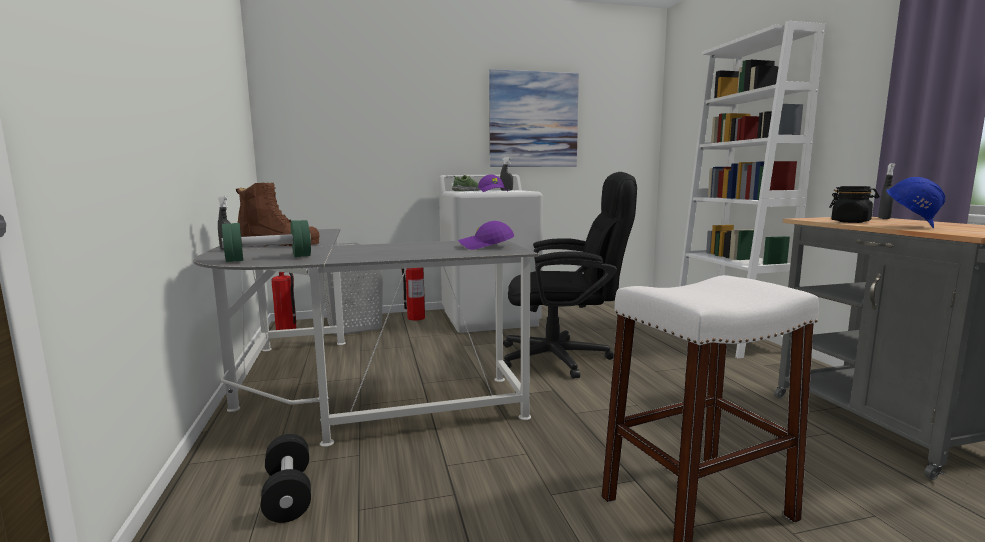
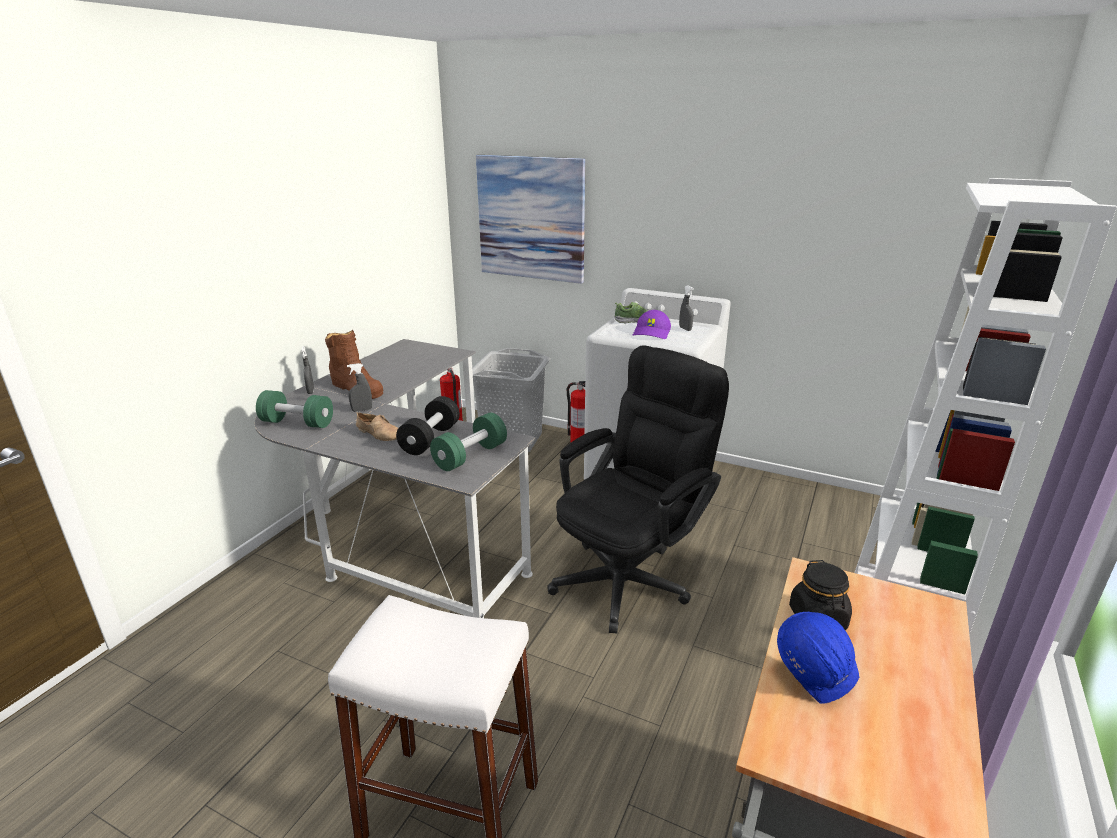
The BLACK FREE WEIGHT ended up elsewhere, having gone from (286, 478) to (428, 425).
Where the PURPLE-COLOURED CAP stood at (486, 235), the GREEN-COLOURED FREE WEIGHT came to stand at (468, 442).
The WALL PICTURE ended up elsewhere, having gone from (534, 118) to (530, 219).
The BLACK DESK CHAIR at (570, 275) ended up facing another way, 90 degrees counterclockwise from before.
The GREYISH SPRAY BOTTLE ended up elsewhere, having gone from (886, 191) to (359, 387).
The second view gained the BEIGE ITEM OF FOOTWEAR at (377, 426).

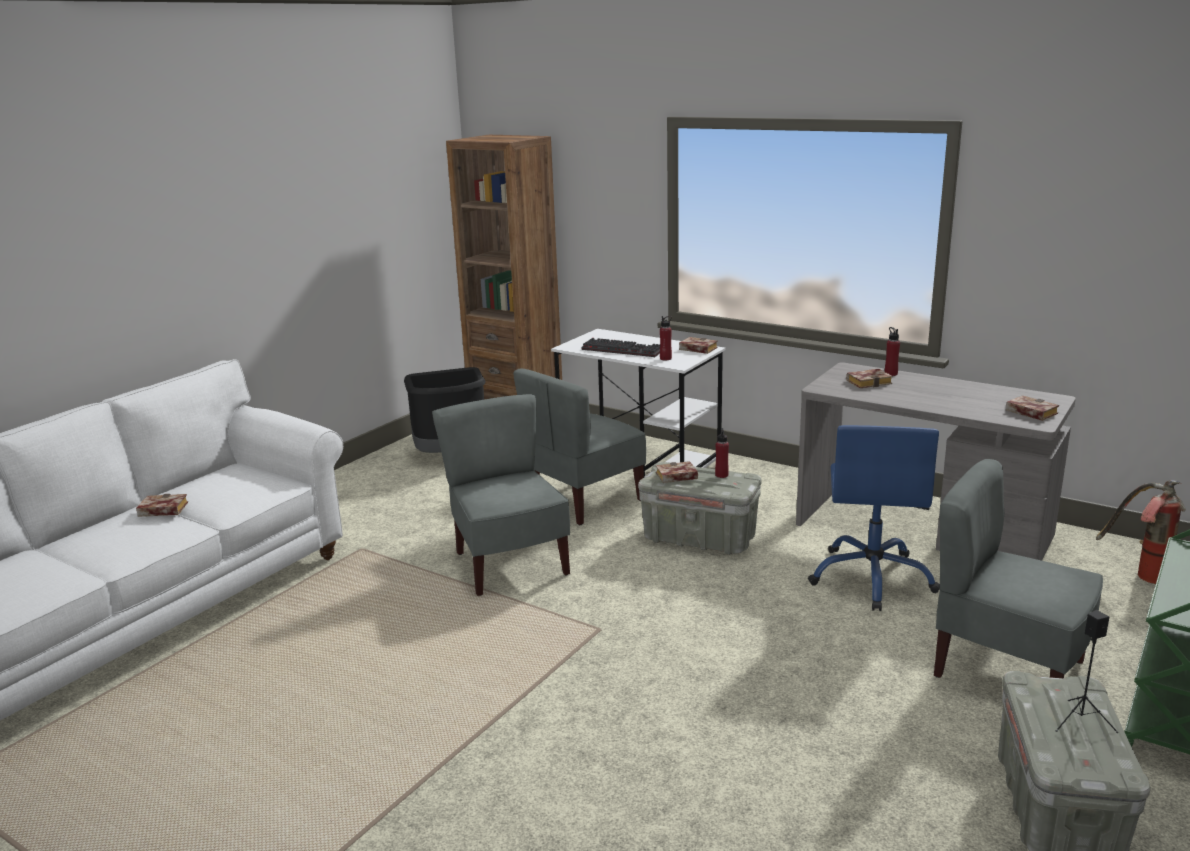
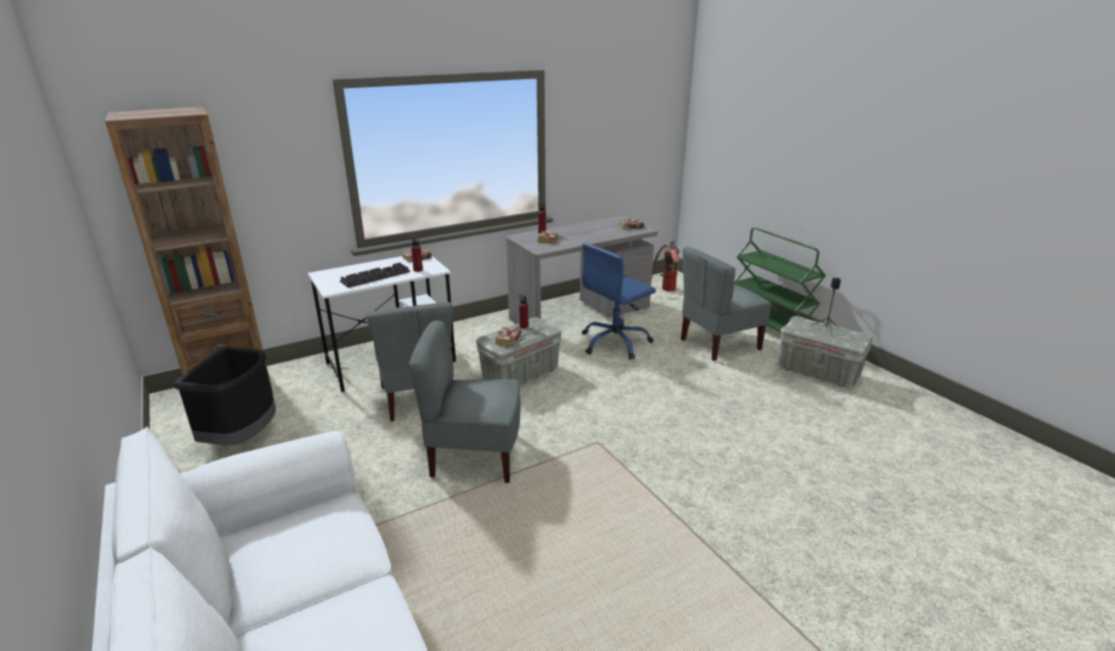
The second view lost the BOUND BOOK at (162, 505).
The BLUE-COLOURED DESK CHAIR at (874, 518) ended up facing another way, 105 degrees clockwise from before.

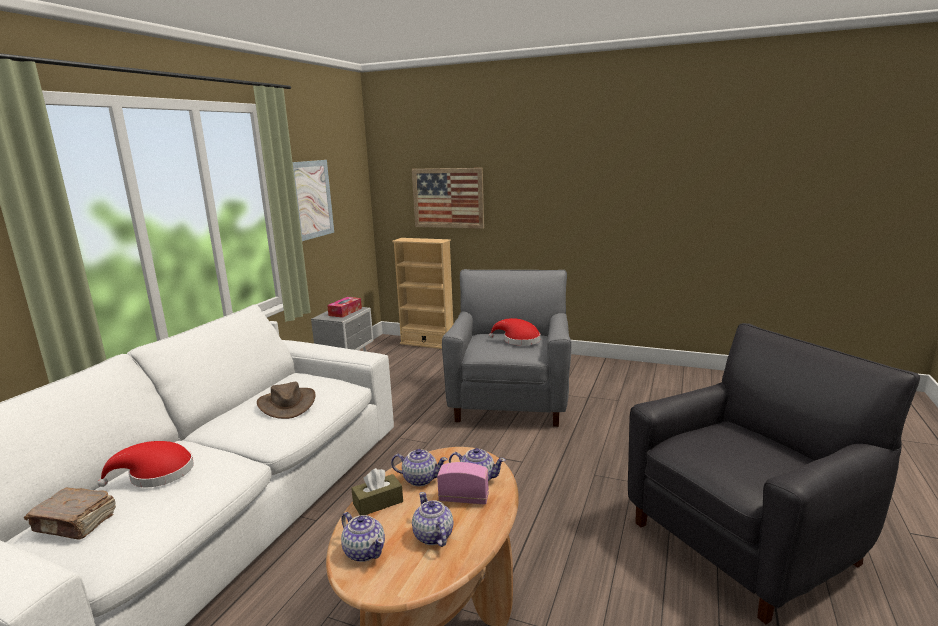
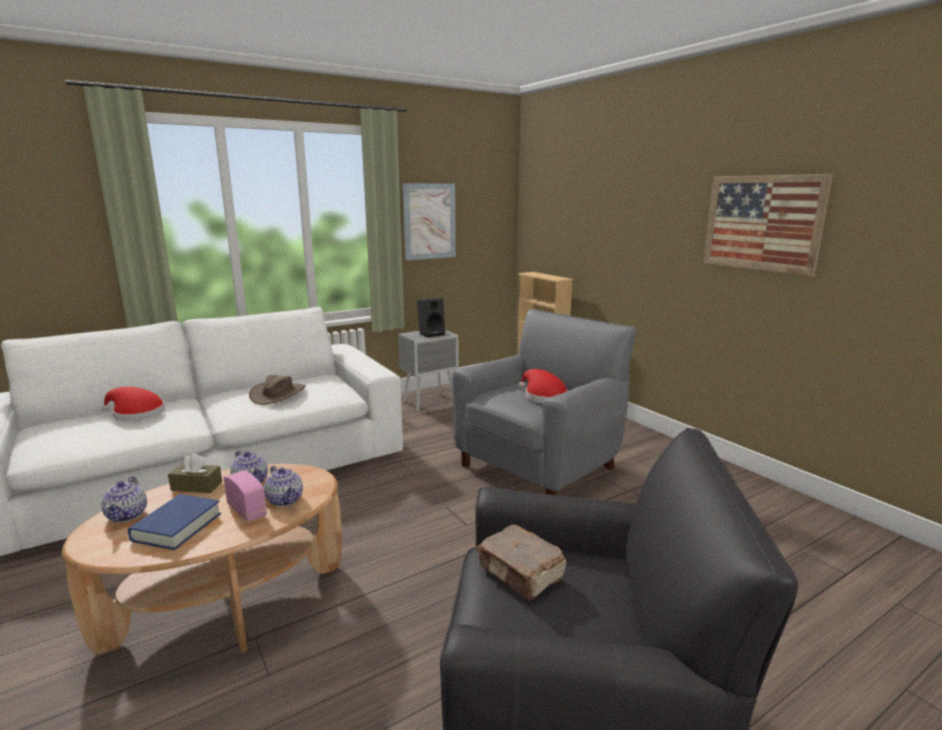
The BROWN-COLOURED BOUND BOOK ended up elsewhere, having gone from (70, 513) to (521, 562).
Where the TISSUE HOLDER stood at (344, 307), the BLACK LOUDSPEAKER came to stand at (431, 317).
The WALL PICTURE ended up elsewhere, having gone from (448, 198) to (768, 225).
Where the TEAPOT stood at (432, 519), the BLUE-COLOURED BOUND BOOK came to stand at (174, 522).

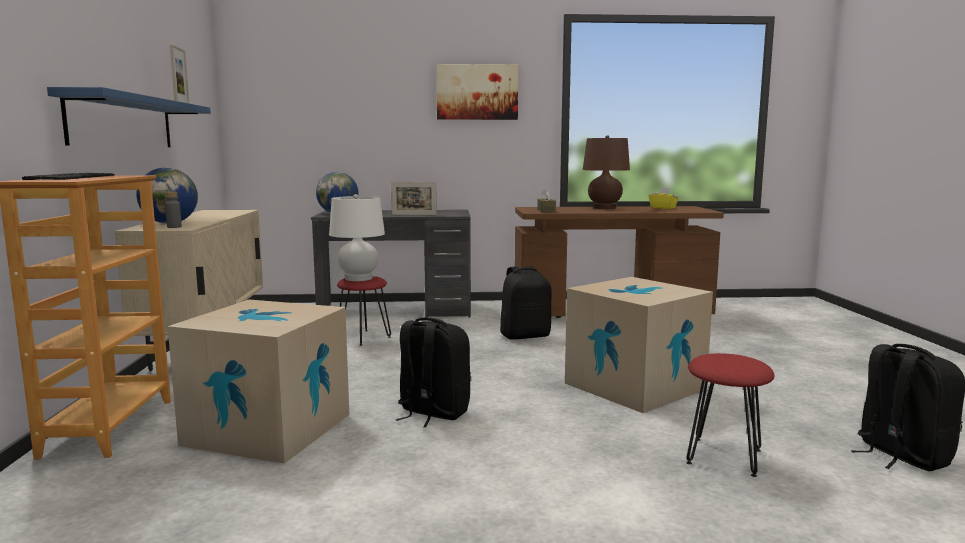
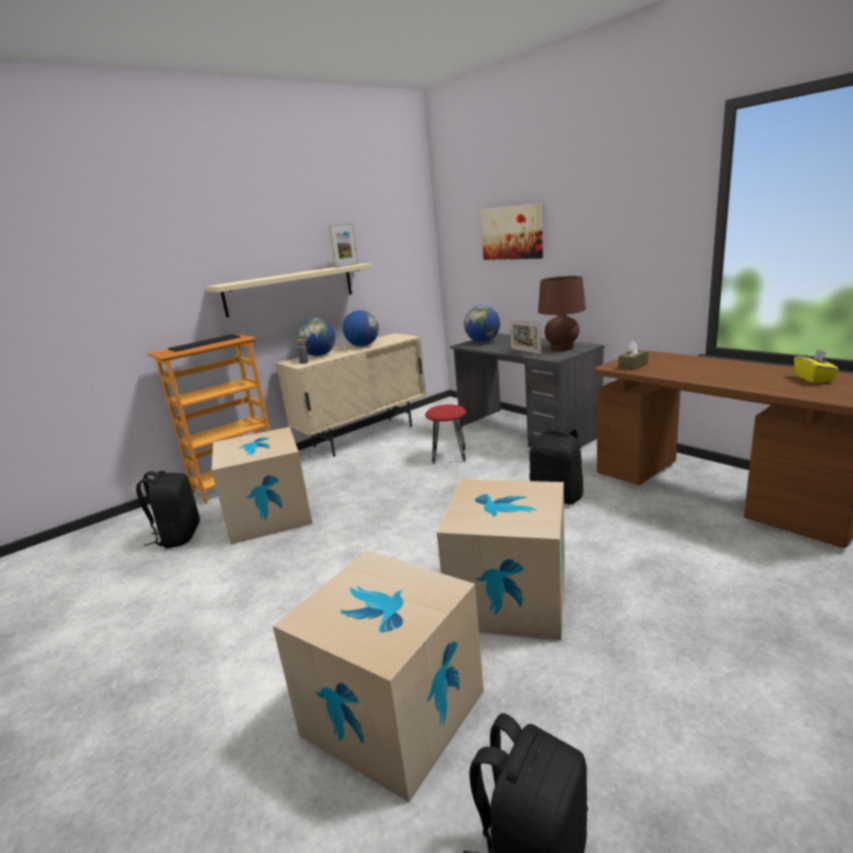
What was the BLUE-COLOURED SHELF at (129, 117) turned into the BEIGE SHELF at (289, 291).
The second view lost the WHITE-COLOURED LAMP FOR A TABLE at (357, 237).
The BLACK RUCKSACK ended up elsewhere, having gone from (433, 372) to (168, 509).
The WALL PICTURE ended up elsewhere, having gone from (477, 92) to (512, 231).
The BROWN-COLOURED LAMP FOR A TABLE ended up elsewhere, having gone from (606, 172) to (562, 313).
Where the RED-COLOURED STOOL stood at (730, 415), the CARTON came to stand at (378, 676).
The second view gained the GLOBE at (361, 328).

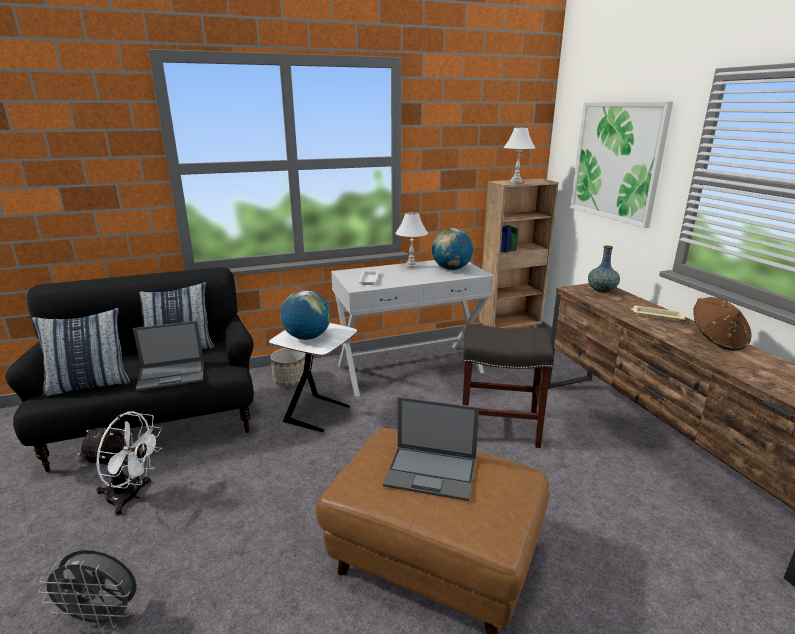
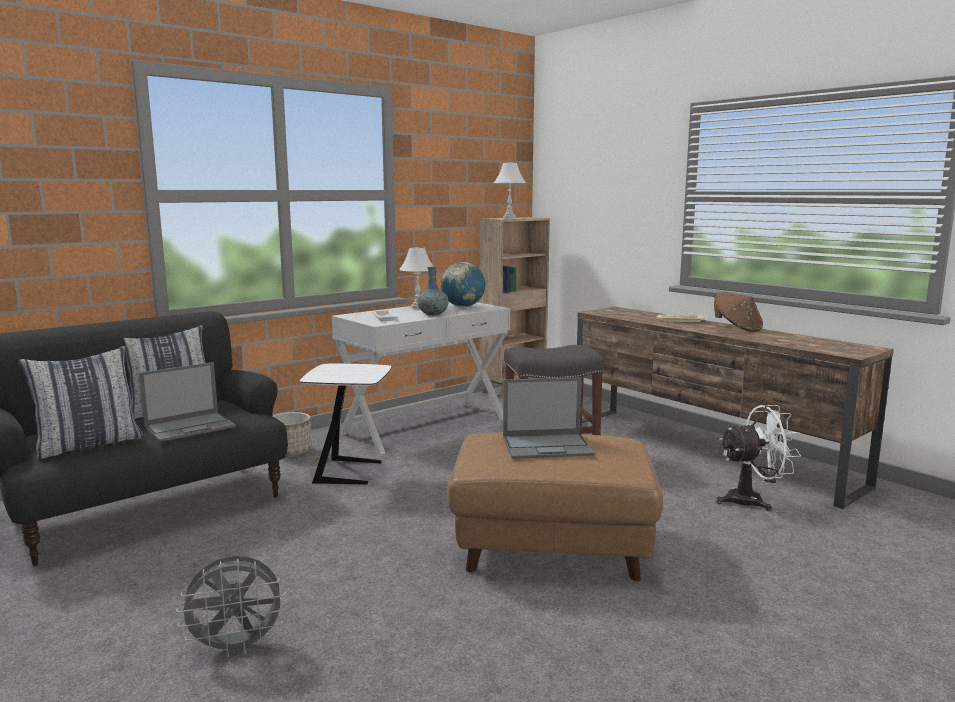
The WHITE-COLOURED COOLING FAN ended up elsewhere, having gone from (120, 463) to (758, 458).
The second view lost the GLOBE at (305, 315).
The second view lost the WALL PICTURE at (621, 164).
The DECORATIVE VASE ended up elsewhere, having gone from (604, 269) to (433, 291).

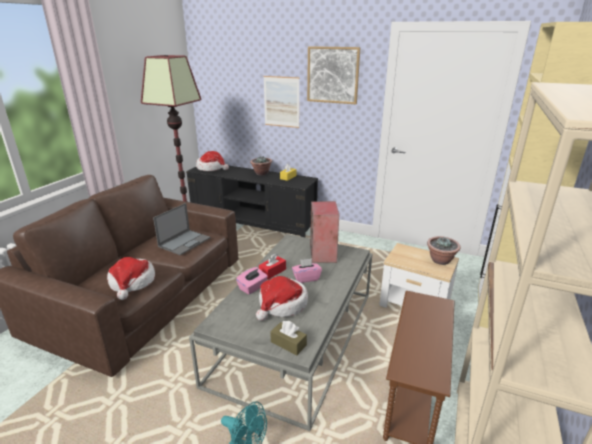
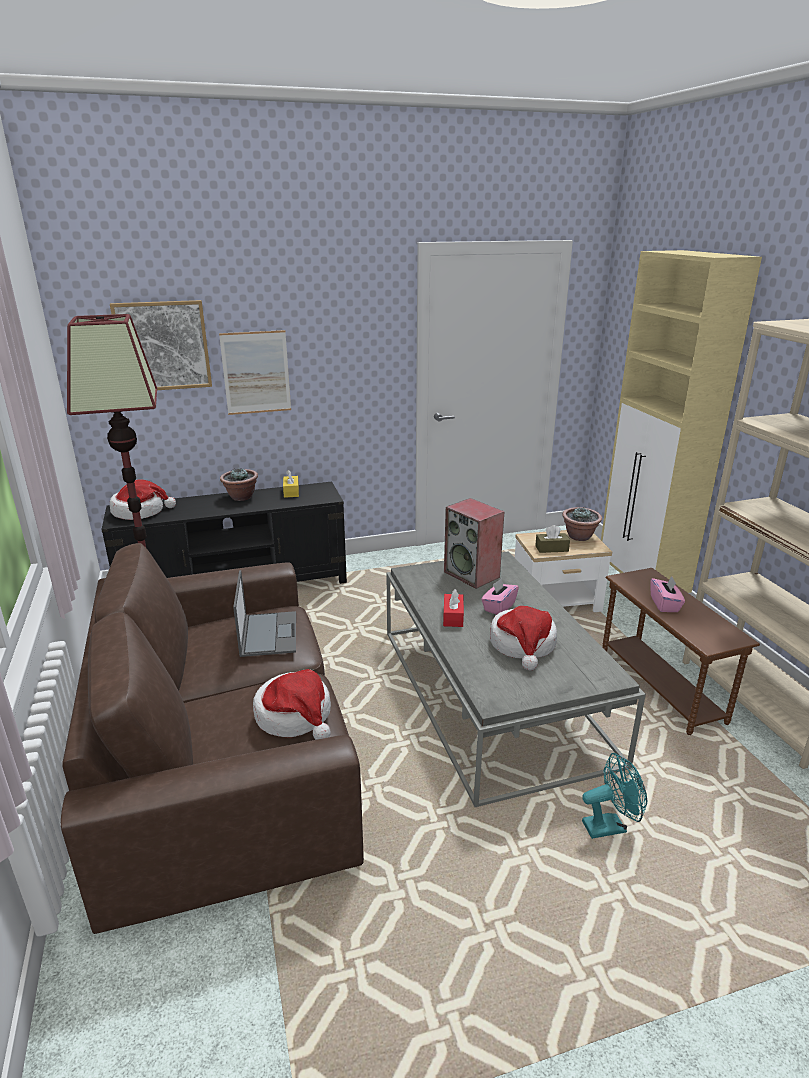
The PINKISH TISSUE HOLDER ended up elsewhere, having gone from (252, 280) to (667, 594).
The BROWN-COLOURED TISSUE HOLDER ended up elsewhere, having gone from (288, 338) to (552, 539).
The WALL PICTURE ended up elsewhere, having gone from (334, 75) to (161, 345).

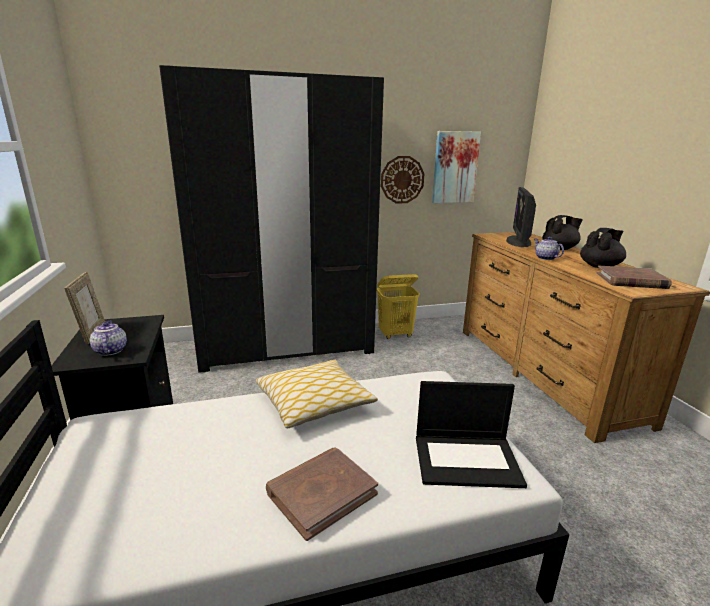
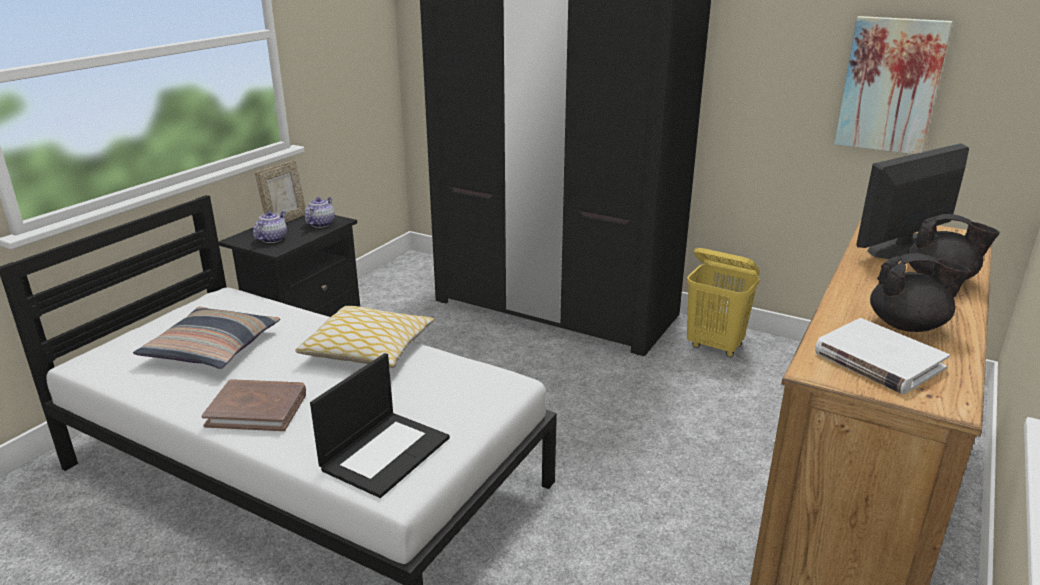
The second view lost the HANGING CLOCK at (402, 179).
The LAPTOP at (471, 434) ended up facing another way, 105 degrees counterclockwise from before.
The TEAPOT ended up elsewhere, having gone from (549, 248) to (320, 212).
What was the BROWN-COLOURED BOUND BOOK at (634, 277) turned into the WHITE-COLOURED BOUND BOOK at (882, 356).
The second view gained the PILLOW at (206, 338).

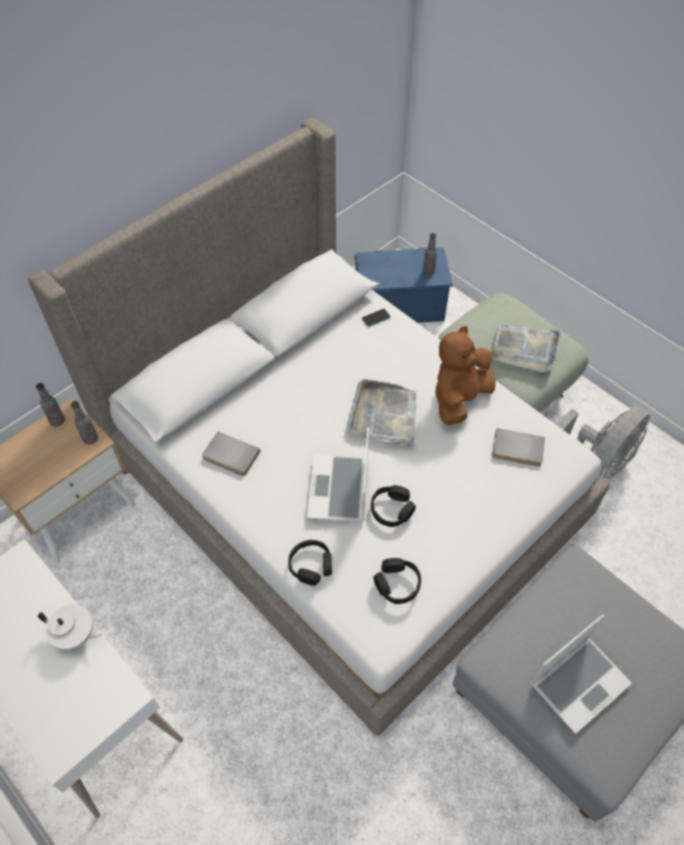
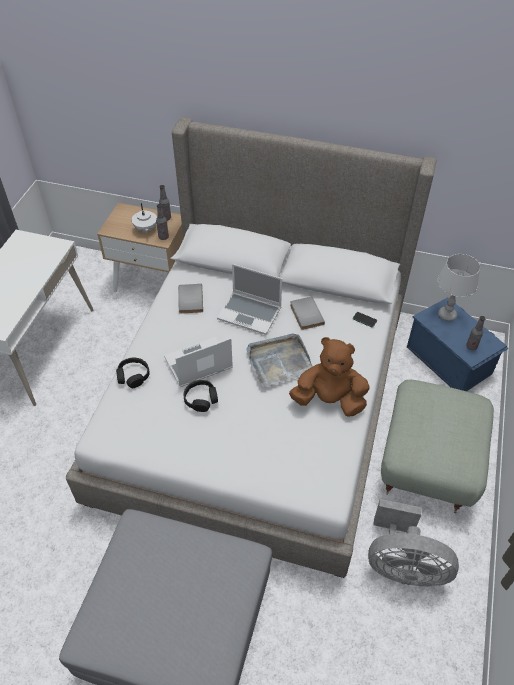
The WHITE-COLOURED TEAPOT ended up elsewhere, having gone from (70, 627) to (144, 218).
The second view lost the BLACK PAIR OF HEADPHONES at (397, 581).
The second view lost the GREYISH TRAY at (525, 348).
The GREYISH BOUND BOOK ended up elsewhere, having gone from (518, 447) to (307, 313).
The LAPTOP ended up elsewhere, having gone from (581, 674) to (249, 299).
The second view gained the GREYISH LAMP FOR A TABLE at (458, 287).

